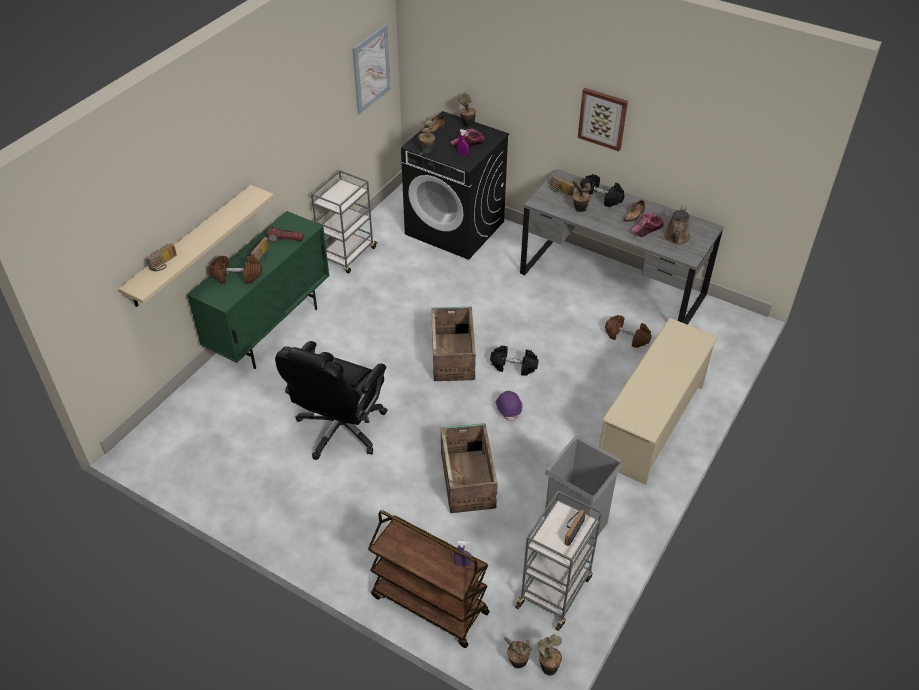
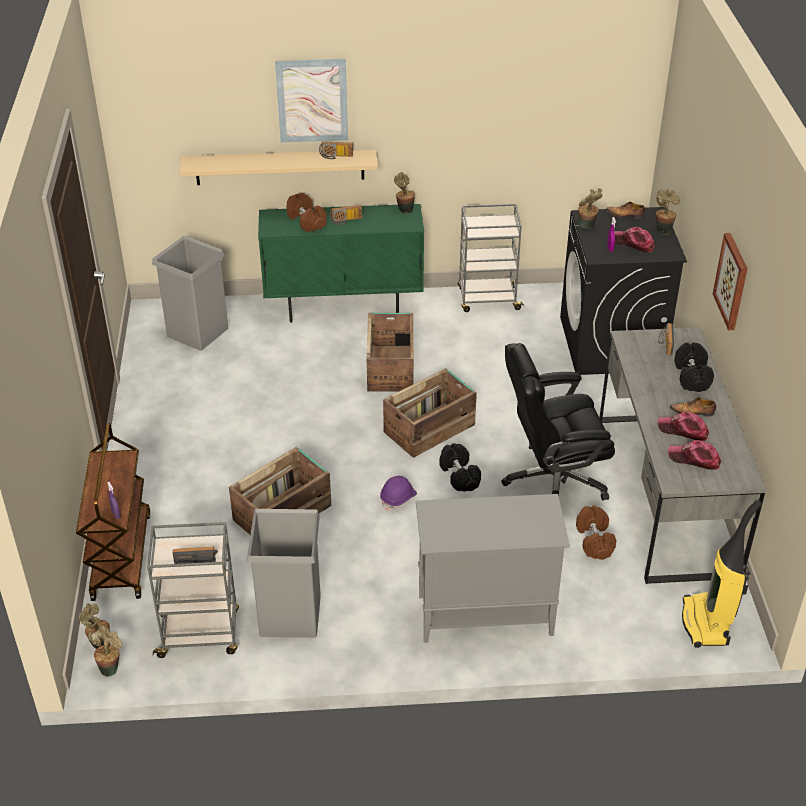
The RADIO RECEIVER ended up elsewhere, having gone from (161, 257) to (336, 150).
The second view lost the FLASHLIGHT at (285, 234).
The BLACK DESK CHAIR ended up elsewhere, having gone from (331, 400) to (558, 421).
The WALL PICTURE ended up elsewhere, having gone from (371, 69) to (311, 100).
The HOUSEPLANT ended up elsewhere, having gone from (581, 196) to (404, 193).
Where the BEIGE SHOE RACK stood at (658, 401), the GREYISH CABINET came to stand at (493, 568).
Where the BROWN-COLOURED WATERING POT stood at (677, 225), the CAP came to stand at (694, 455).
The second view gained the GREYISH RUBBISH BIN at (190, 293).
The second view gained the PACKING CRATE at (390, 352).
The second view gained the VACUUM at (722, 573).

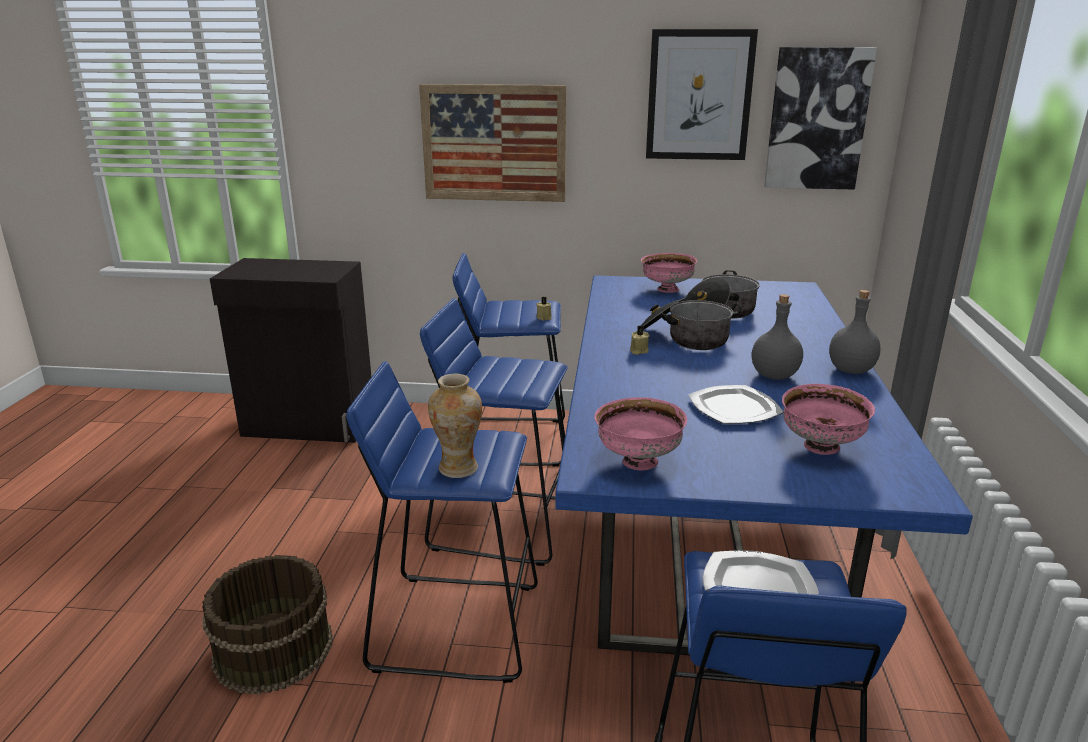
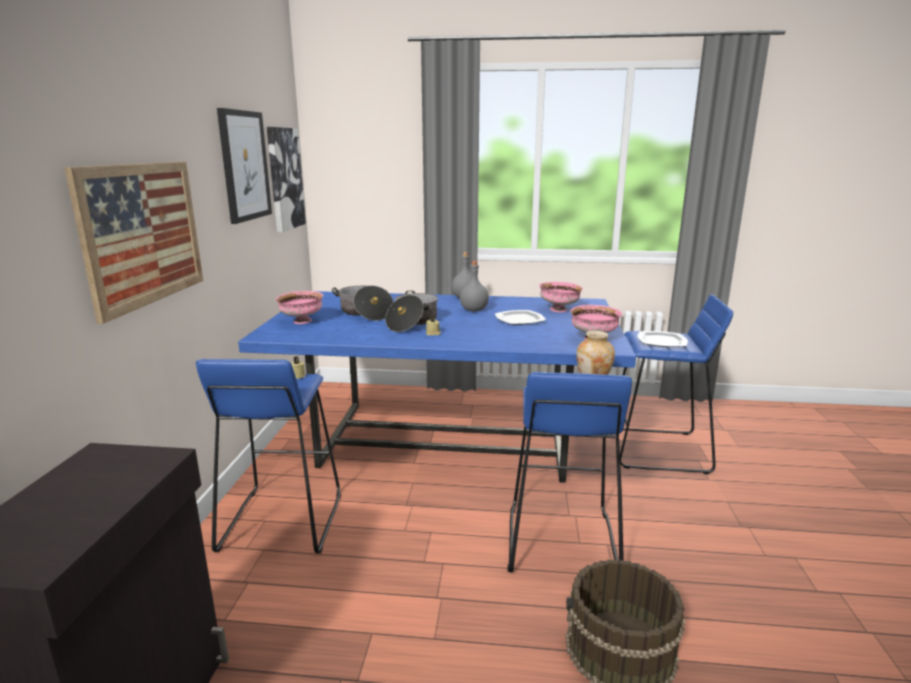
The second view lost the BLUE-COLOURED STOOL at (494, 432).

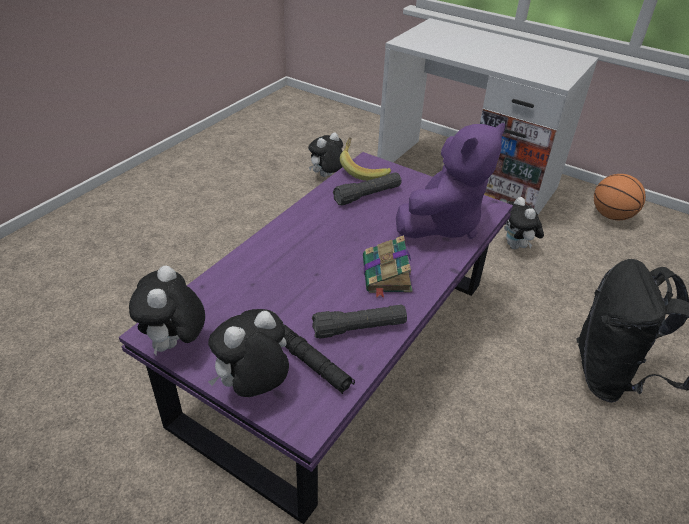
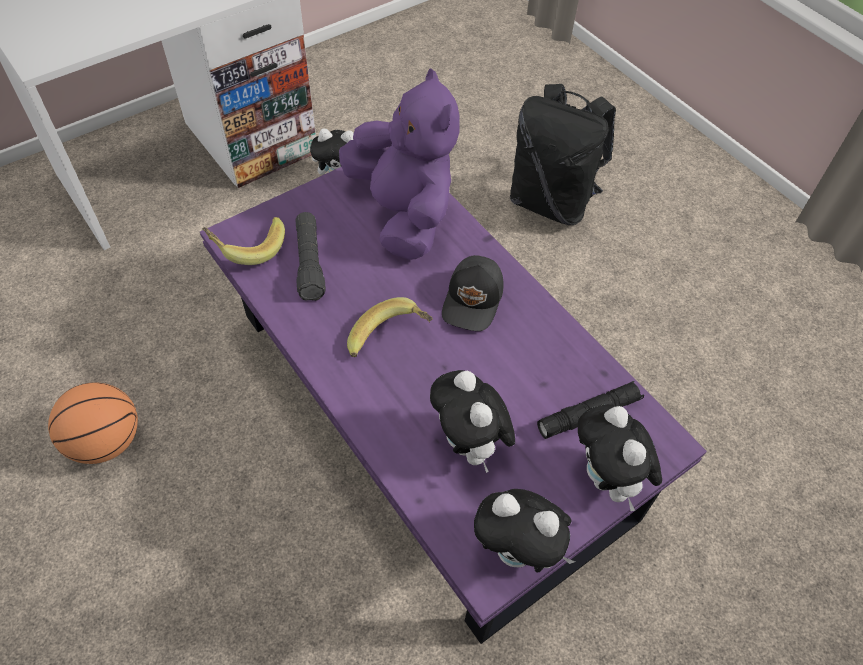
The CUDDLY TOY ended up elsewhere, having gone from (325, 154) to (472, 421).
The second view lost the BLACK FLASHLIGHT at (359, 321).
Where the BOUND BOOK stood at (387, 266), the BLACK CAP came to stand at (473, 293).
The BALL FOR BASKETBALL ended up elsewhere, having gone from (620, 197) to (93, 423).
The second view gained the BANANA at (390, 327).

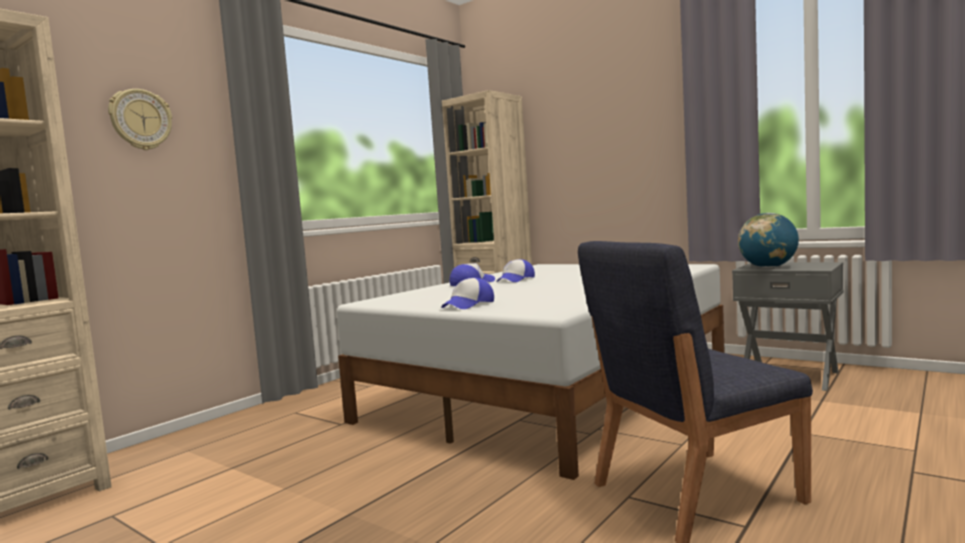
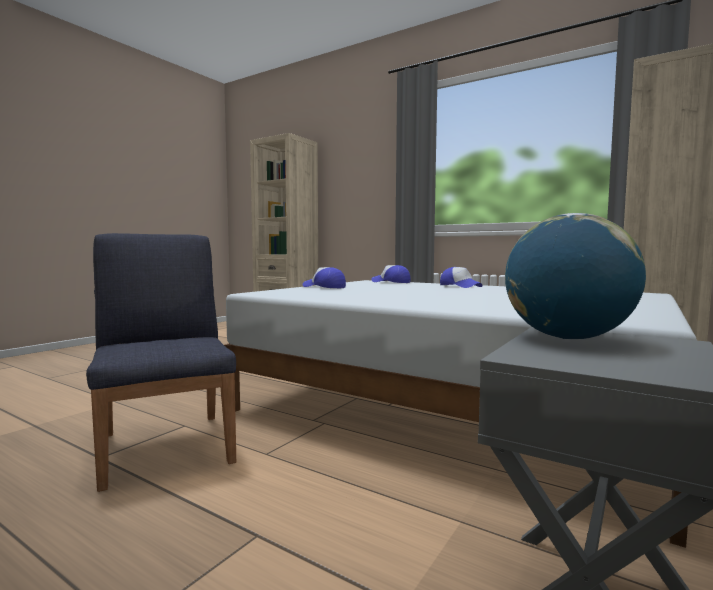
The second view lost the HANGING CLOCK at (140, 119).
The CAP ended up elsewhere, having gone from (515, 270) to (391, 274).

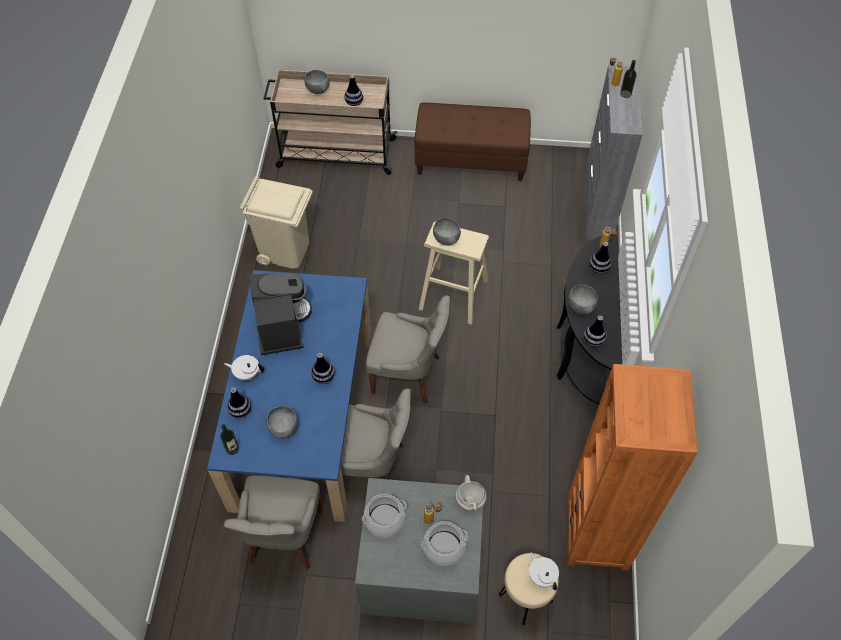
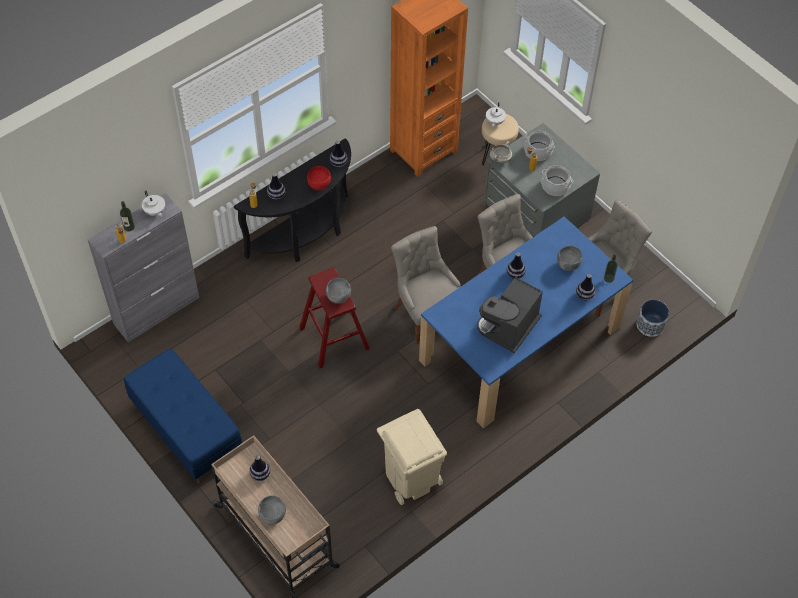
The WHITE-COLOURED TEAPOT ended up elsewhere, having gone from (244, 368) to (153, 203).
What was the BROWN-COLOURED LONG SEAT at (472, 142) turned into the BLUE-COLOURED LONG SEAT at (183, 416).
What was the BEIGE STOOL at (454, 273) turned into the RED-COLOURED STOOL at (334, 318).
What was the GREYISH DEEP DISH at (583, 299) turned into the RED-COLOURED DEEP DISH at (319, 178).
The second view gained the FLOWER POT at (653, 318).

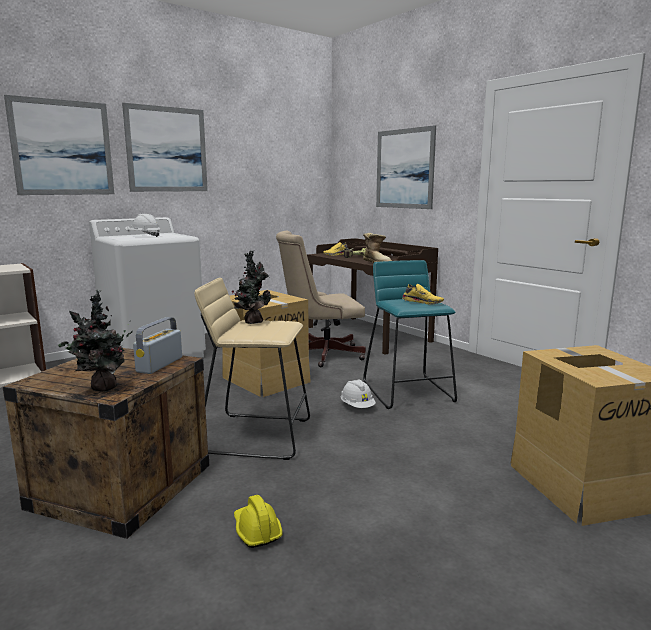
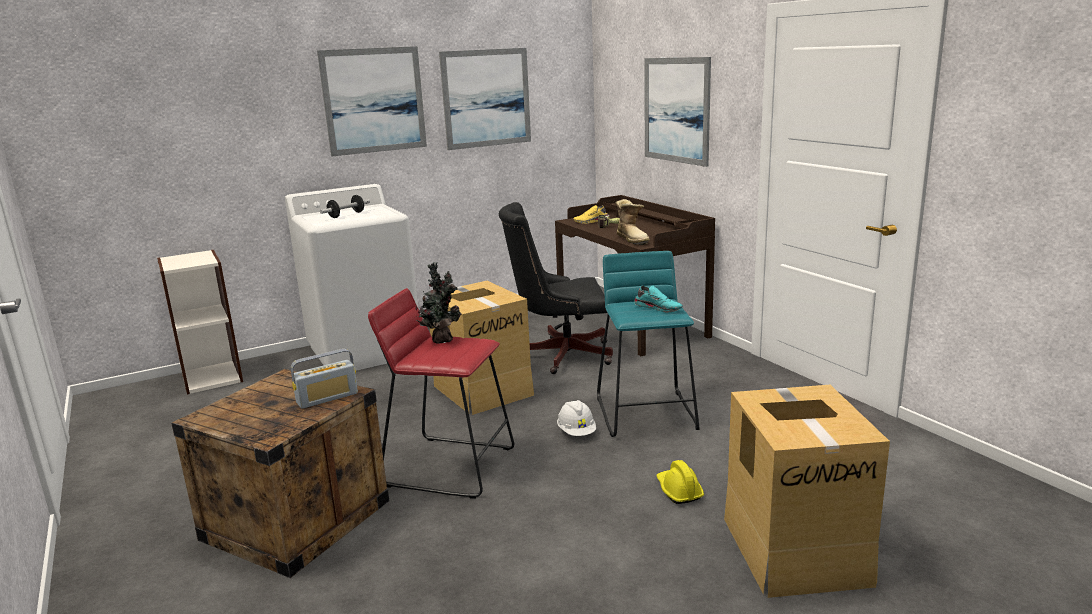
The WALL PICTURE ended up elsewhere, having gone from (59, 145) to (485, 99).
The second view lost the HOUSEPLANT at (95, 341).
Where the WHITE-COLOURED HARD HAT stood at (145, 225), the FREE WEIGHT came to stand at (345, 206).
The RADIO RECEIVER at (157, 345) ended up facing another way, 150 degrees counterclockwise from before.
What was the BEIGE STOOL at (252, 369) turned into the RED-COLOURED STOOL at (441, 393).
The YELLOW-COLOURED HARD HAT ended up elsewhere, having gone from (258, 521) to (680, 482).
What was the BEIGE DESK CHAIR at (321, 299) turned into the BLACK DESK CHAIR at (556, 288).
What was the YELLOW-COLOURED ITEM OF FOOTWEAR at (423, 294) turned into the TURQUOISE-COLOURED ITEM OF FOOTWEAR at (658, 299).

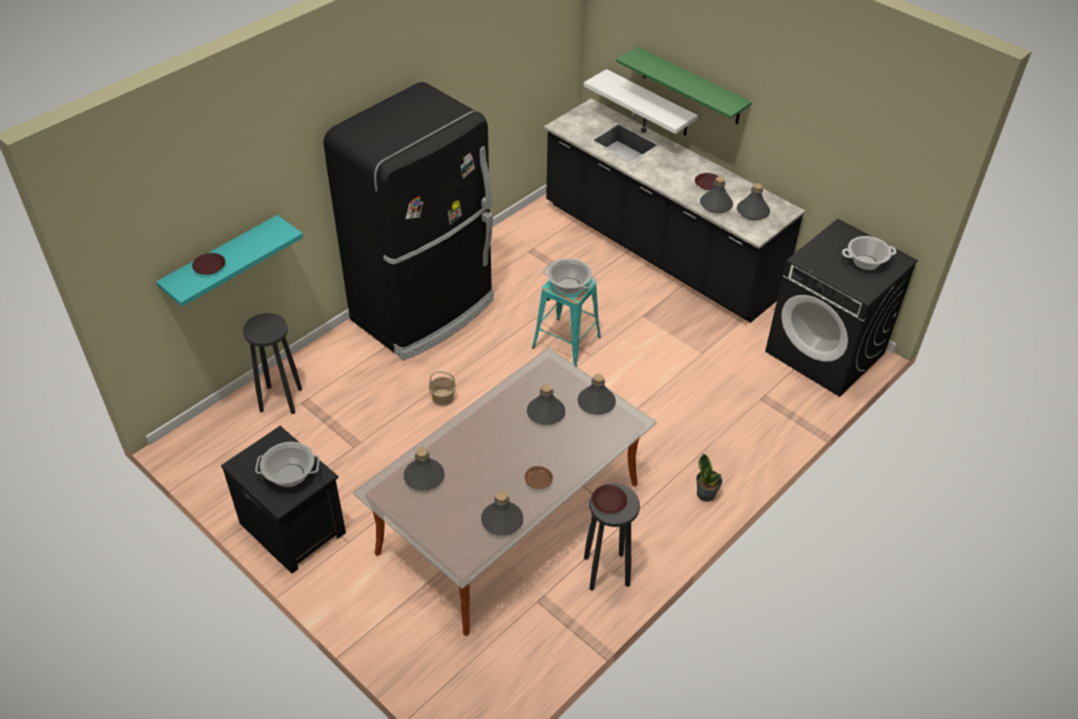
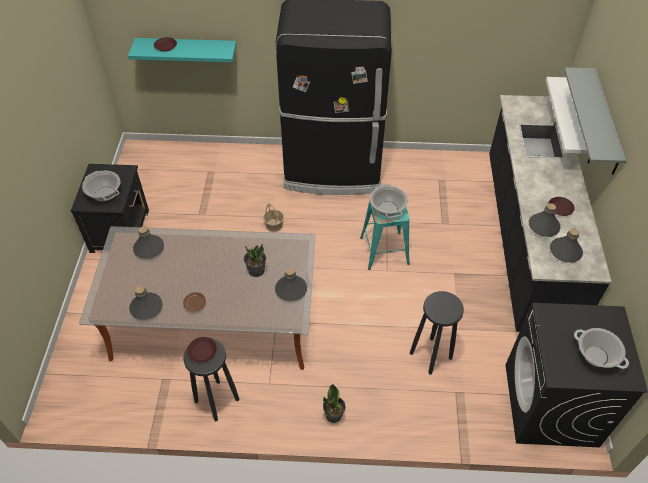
The BLACK STOOL ended up elsewhere, having gone from (272, 363) to (437, 333).
Where the GREYISH BOTTLE stood at (546, 404), the HOUSEPLANT came to stand at (255, 260).
What was the GREEN-COLOURED SHELF at (684, 85) turned into the GREYISH SHELF at (595, 121).

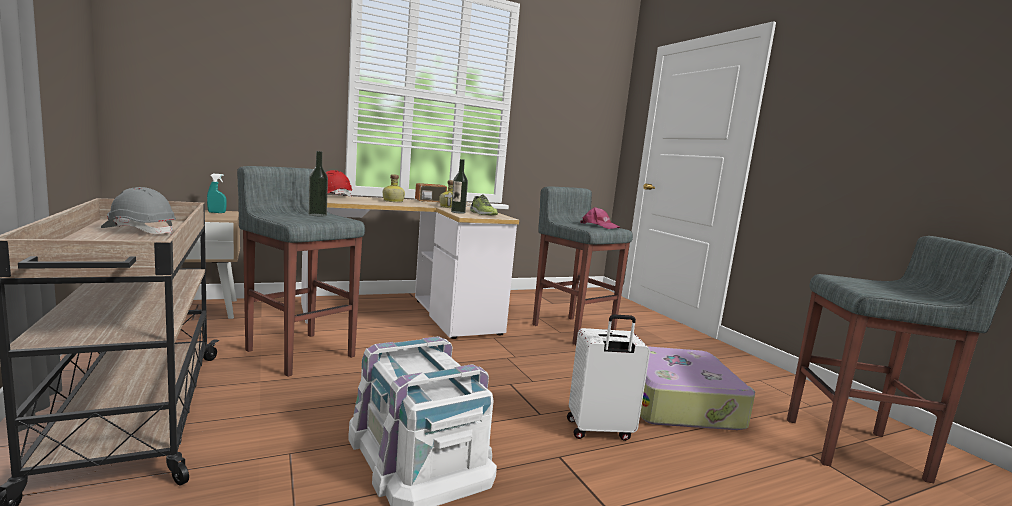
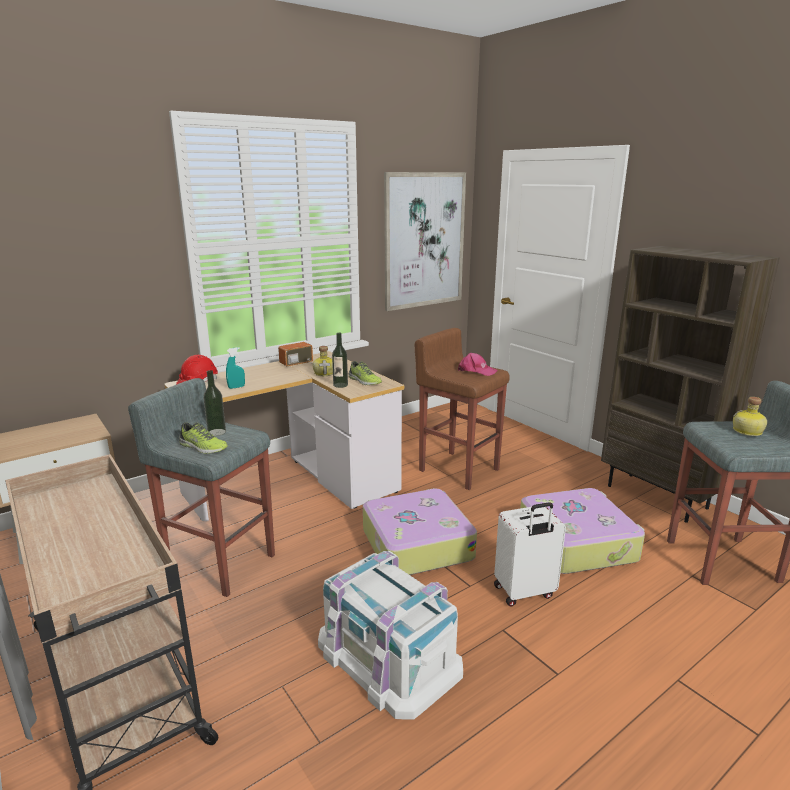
The second view lost the GREYISH HARD HAT at (138, 211).
The TURQUOISE-COLOURED SPRAY BOTTLE ended up elsewhere, having gone from (217, 193) to (235, 368).
The BOTTLE ended up elsewhere, having gone from (394, 188) to (750, 416).
What was the GREYISH STOOL at (582, 266) turned into the BROWN-COLOURED STOOL at (462, 409).
The second view gained the ITEM OF FOOTWEAR at (203, 438).
The second view gained the TRAVEL CASE at (420, 531).
The second view gained the WALL PICTURE at (425, 241).
The second view gained the BROWN-COLOURED BOOKSHELF at (690, 384).

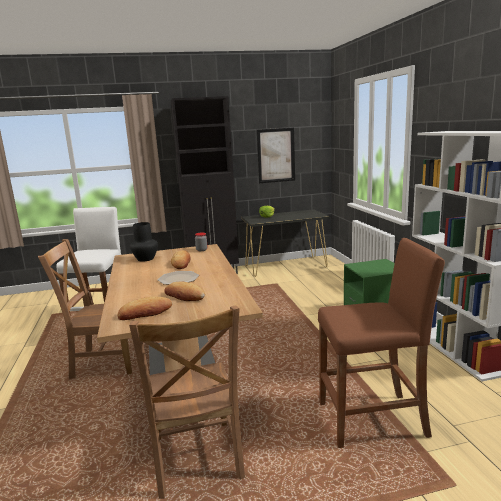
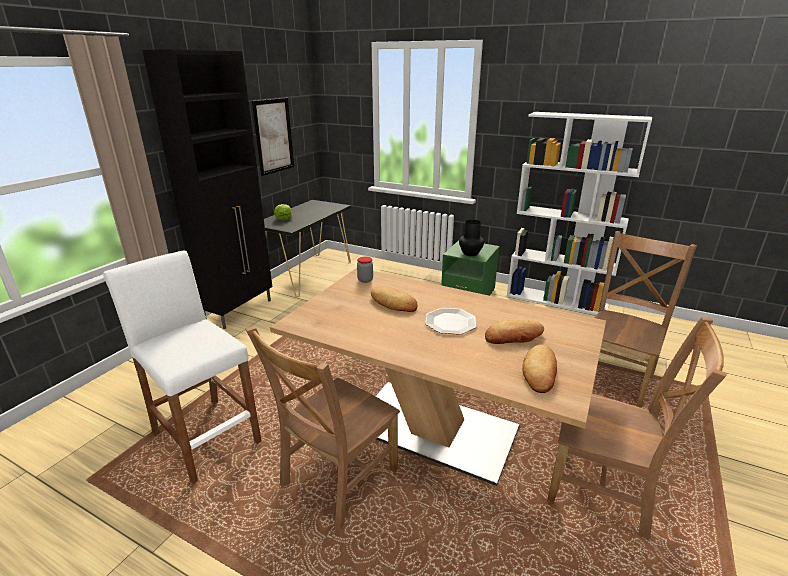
The BLACK DECORATIVE VASE ended up elsewhere, having gone from (144, 242) to (471, 238).
Where the BROWN-COLOURED STOOL stood at (381, 343), the BROWN-COLOURED CHAIR came to stand at (646, 319).

